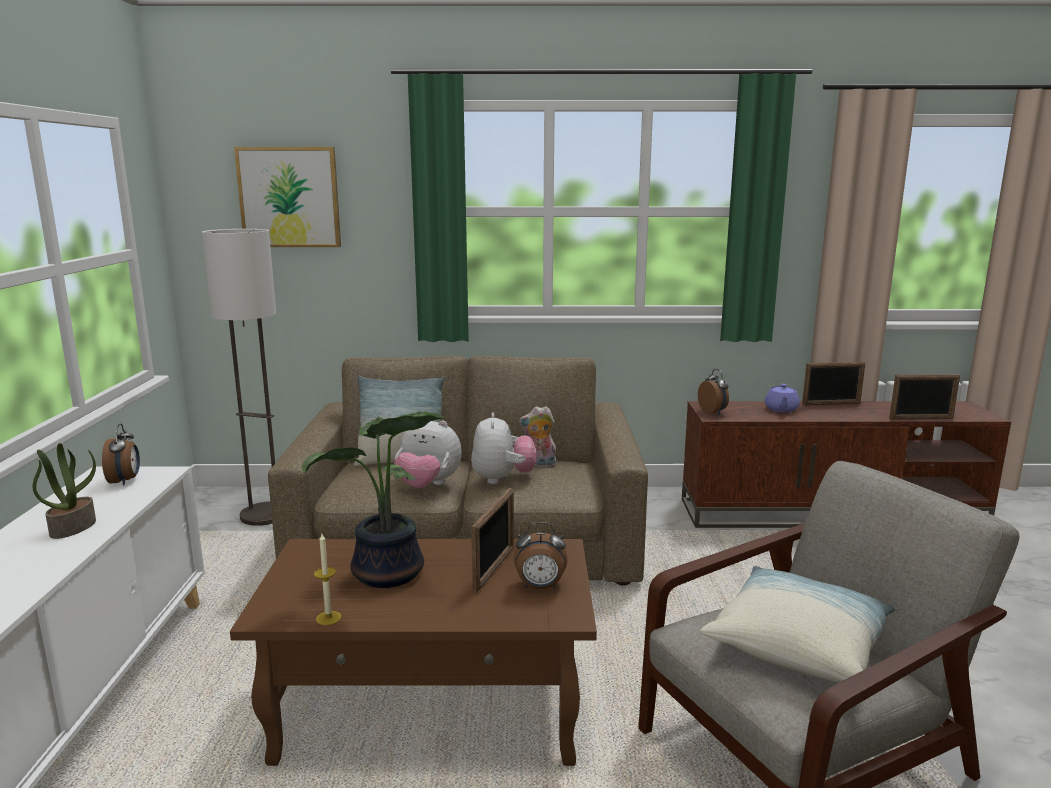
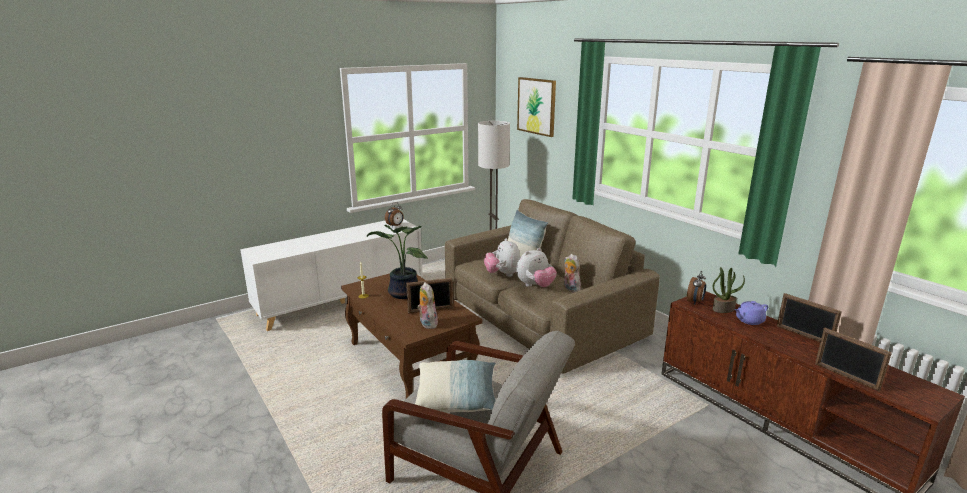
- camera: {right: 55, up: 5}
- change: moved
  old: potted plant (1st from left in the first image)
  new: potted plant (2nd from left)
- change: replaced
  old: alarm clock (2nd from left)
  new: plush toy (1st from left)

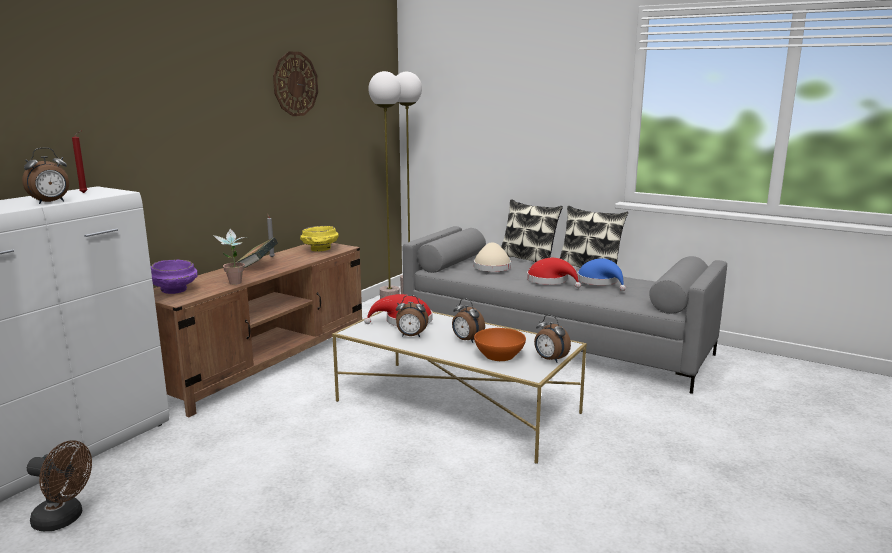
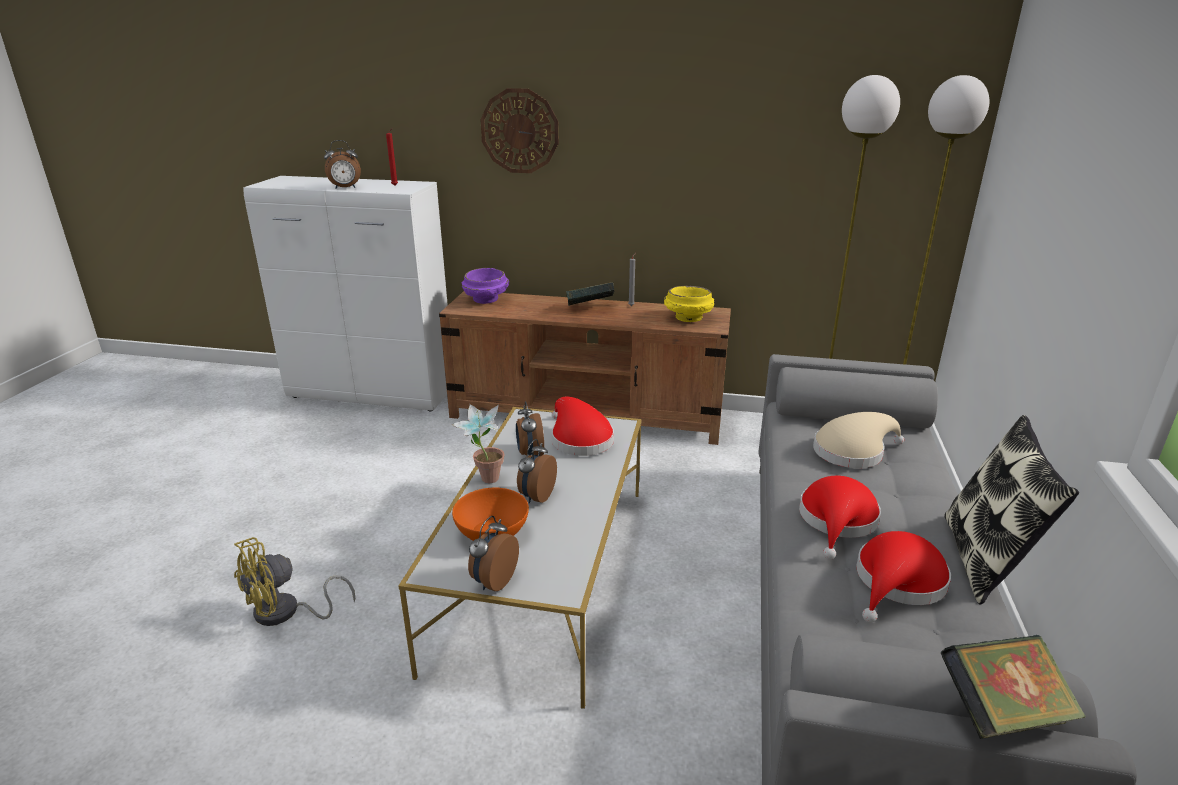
- camera: {right: 70, up: 10}
- change: turned
  old: alarm clock (1st from left)
  degrees: -45
- change: removed
  old: brown fan
- change: moved
  old: potted plant
- change: moved
  old: hanging clock
- change: removed
  old: pillow (1st from left)
- change: recoloured
  old: blue wearable hat
  new: red wearable hat (3rd from left)
- change: added
  new: yellow-coloured fan
- change: added
  new: book (2nd from left)

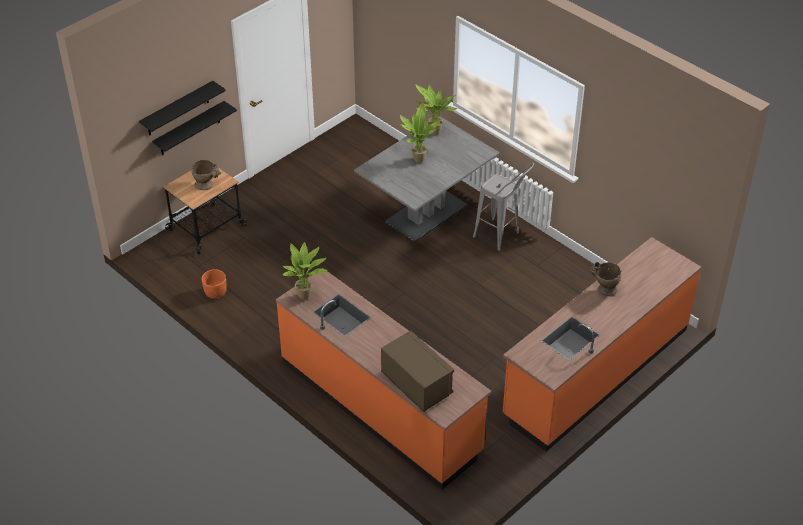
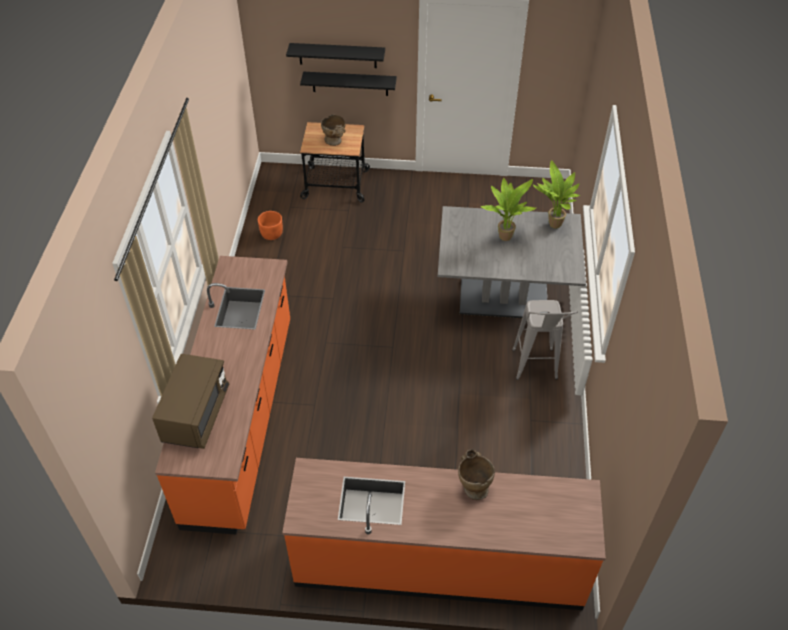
- camera: {right: 50, up: 5}
- change: removed
  old: potted plant (1st from left)

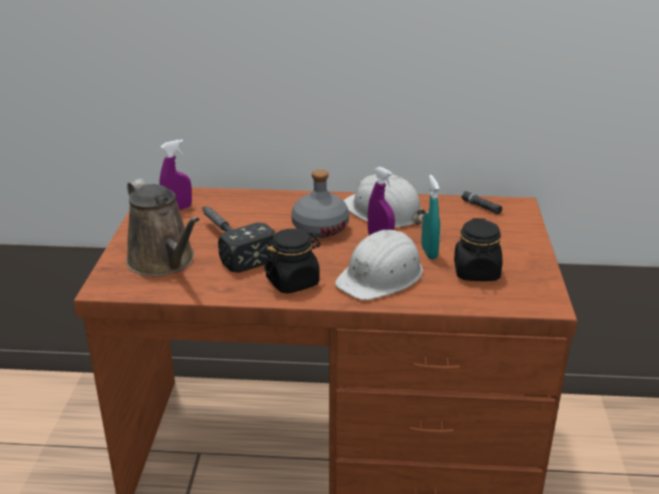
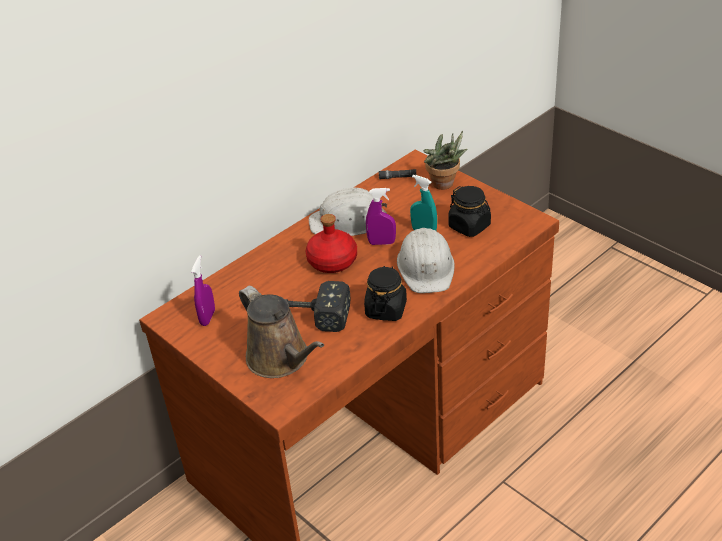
- camera: {right: -45, up: 10}
- change: turned
  old: brown sprinkling can
  degrees: 45
- change: recoloured
  old: grey bottle
  new: red bottle
- change: added
  new: potted plant

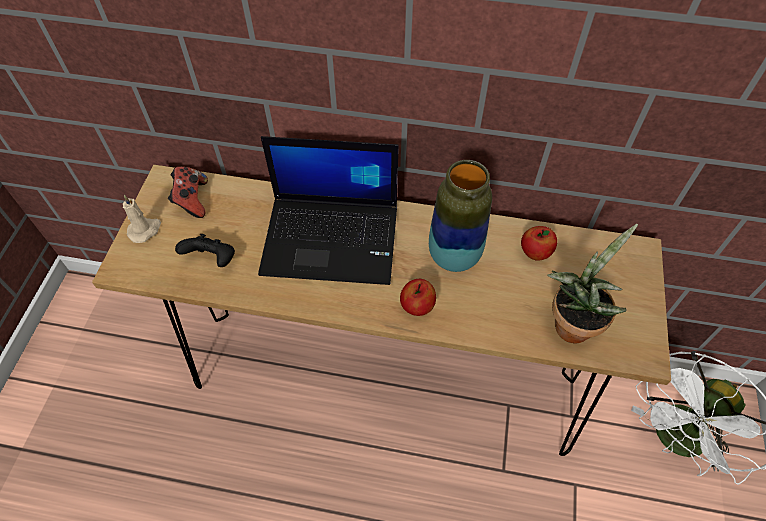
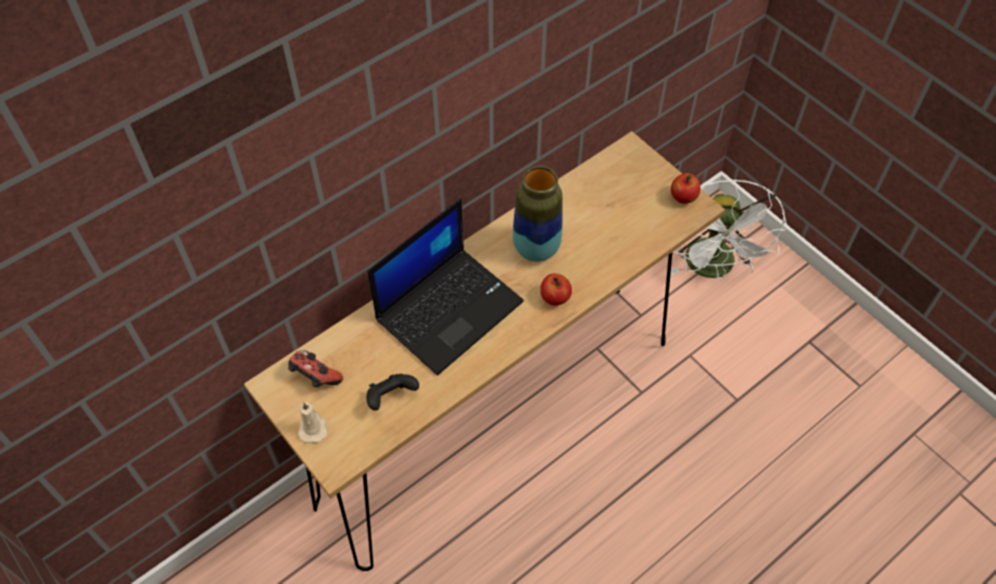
- camera: {right: -50, up: 0}
- change: moved
  old: apple fruit (2nd from left)
- change: removed
  old: potted plant

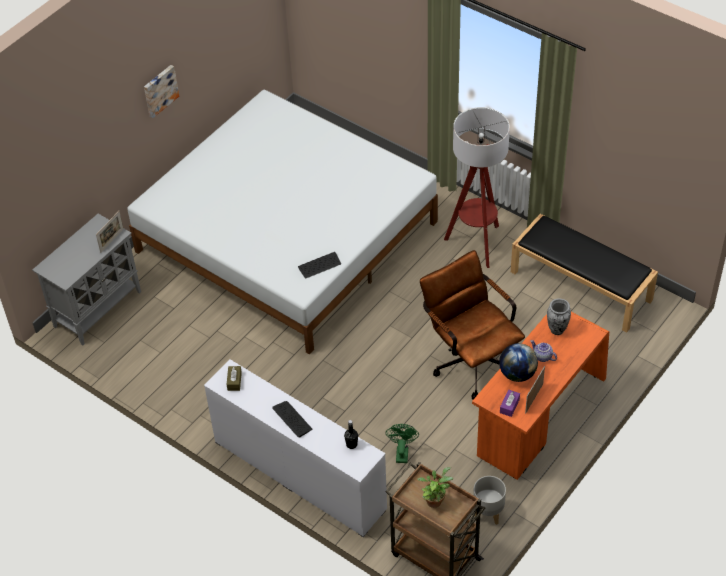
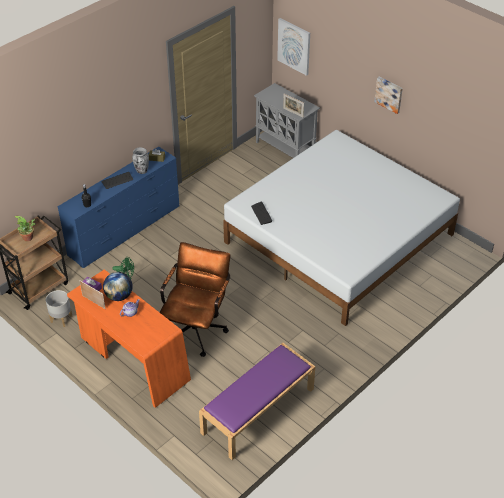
- camera: {right: 95, up: -5}
- change: recoloured
  old: whitish chest of drawers
  new: blue chest of drawers
- change: turned
  old: brown desk chair
  degrees: -45
- change: removed
  old: standing lamp
- change: recoloured
  old: blackish long seat
  new: purplish long seat
- change: moved
  old: vase
- change: added
  new: wall picture (1st from left)

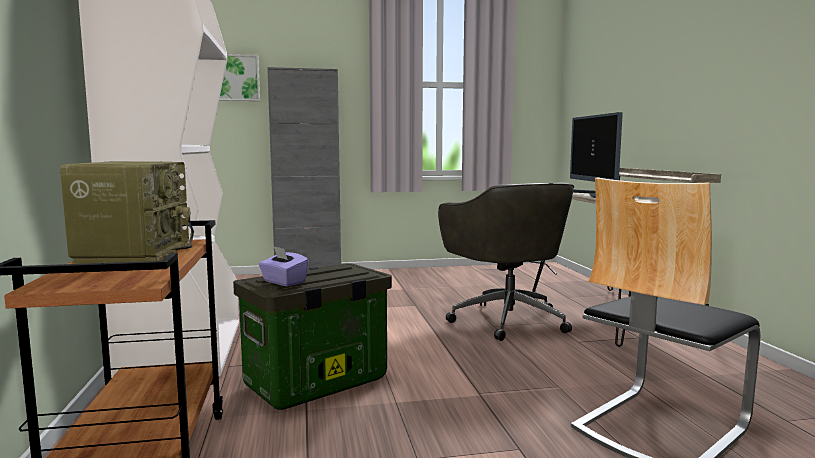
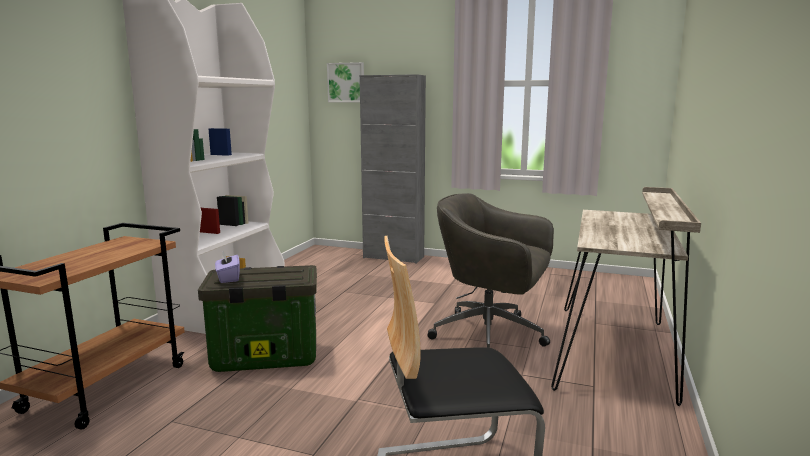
- camera: {right: 30, up: 5}
- change: removed
  old: radio
- change: turned
  old: grey desk chair
  degrees: 105
- change: removed
  old: computer display

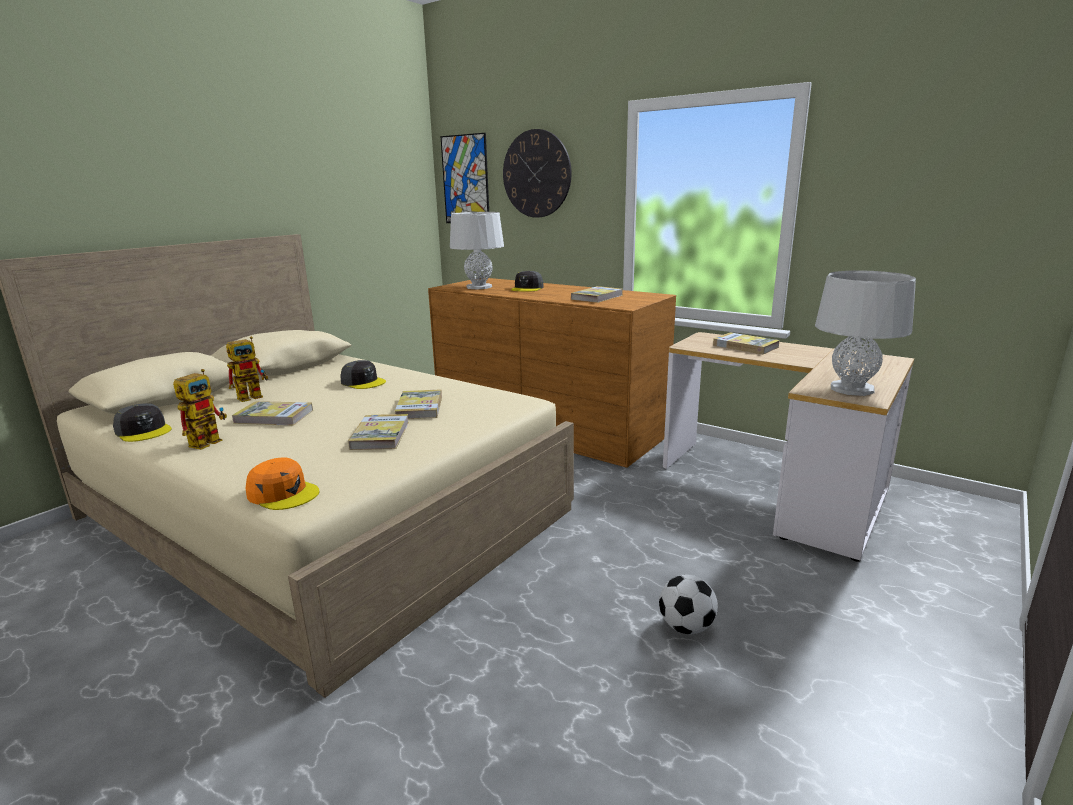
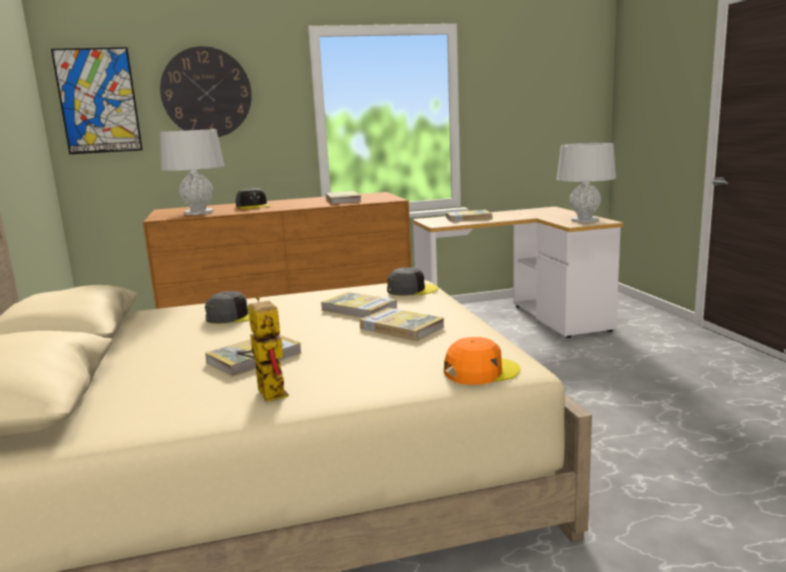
- camera: {right: -50, up: -5}
- change: moved
  old: grey peaked cap (1st from left in the first image)
  new: grey peaked cap (3rd from left)
- change: removed
  old: model robot (2nd from left)
- change: removed
  old: ball for football

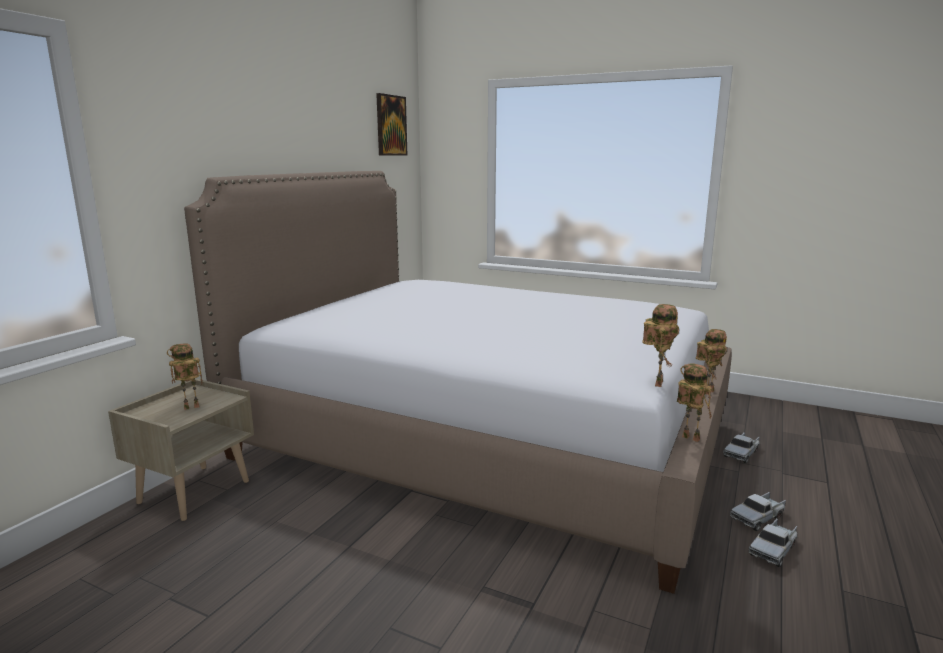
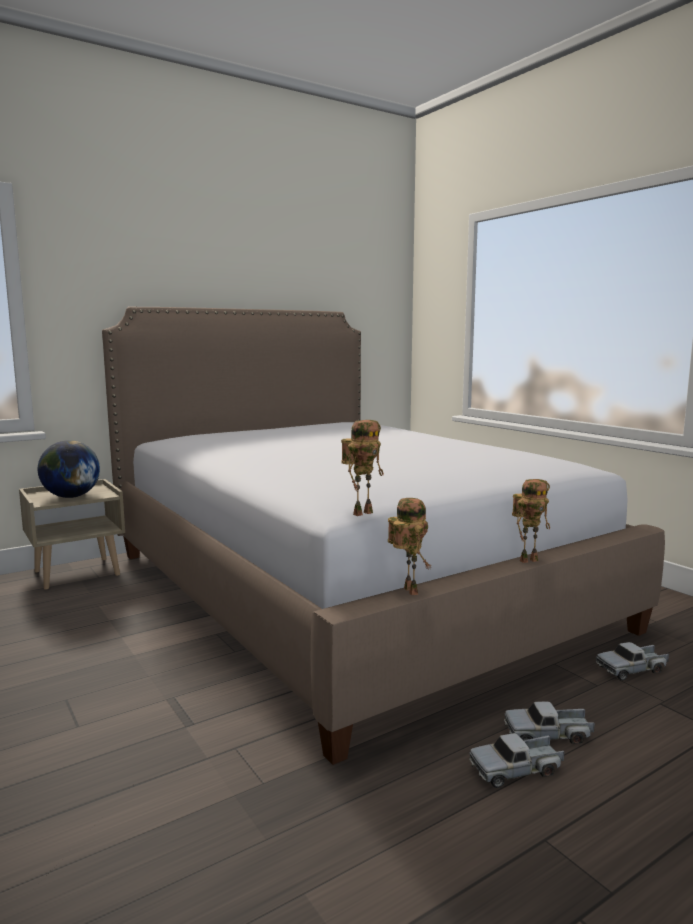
- camera: {right: 30, up: -5}
- change: replaced
  old: model robot (1st from left)
  new: desk globe
- change: removed
  old: wall picture

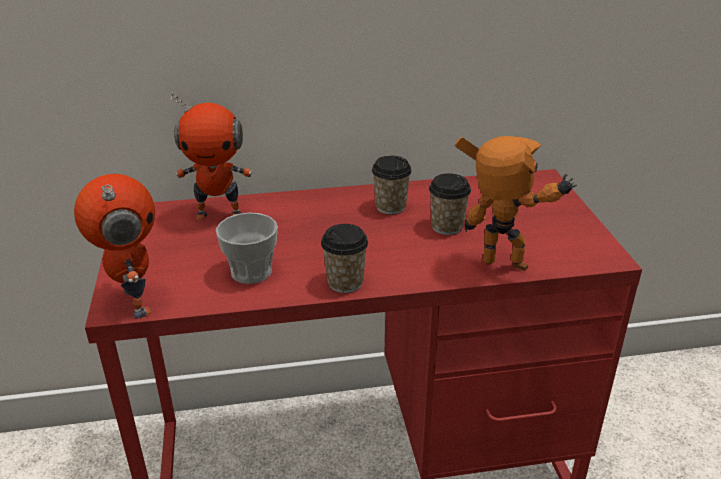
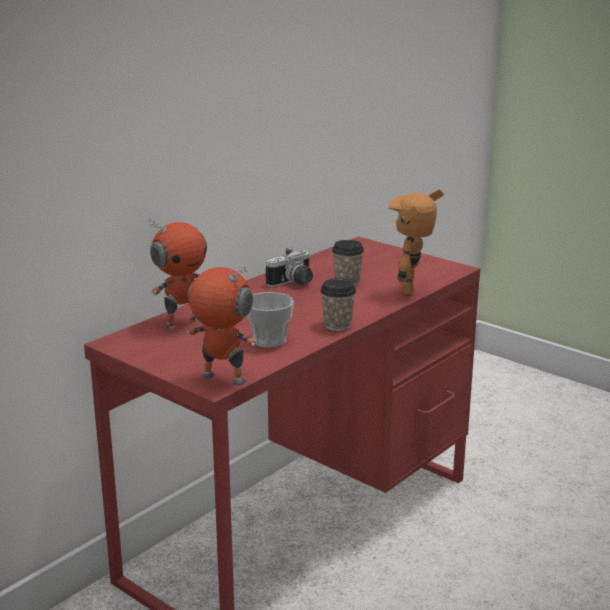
- camera: {right: -40, up: -10}
- change: replaced
  old: cup (3rd from left)
  new: photo camera
- change: turned
  old: model robot (3rd from left)
  degrees: -60

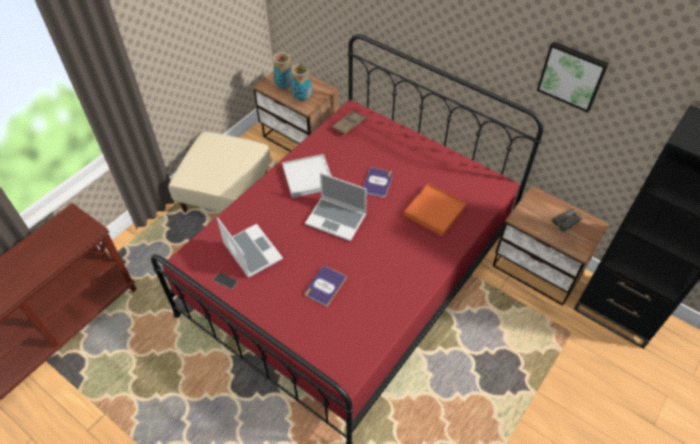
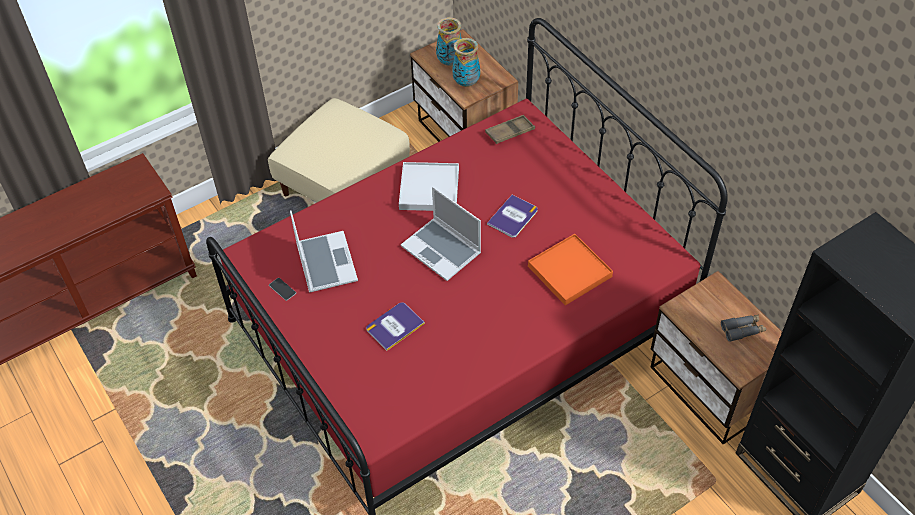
- camera: {right: 20, up: 0}
- change: removed
  old: wall picture

